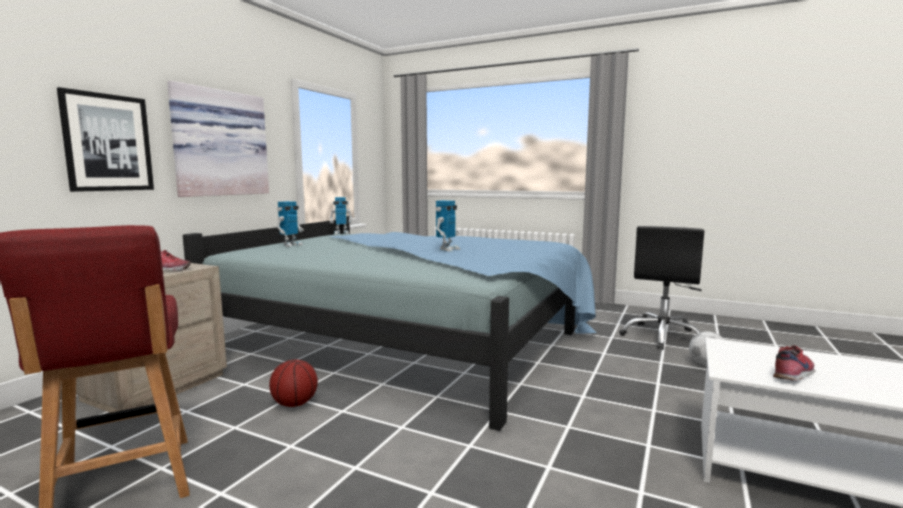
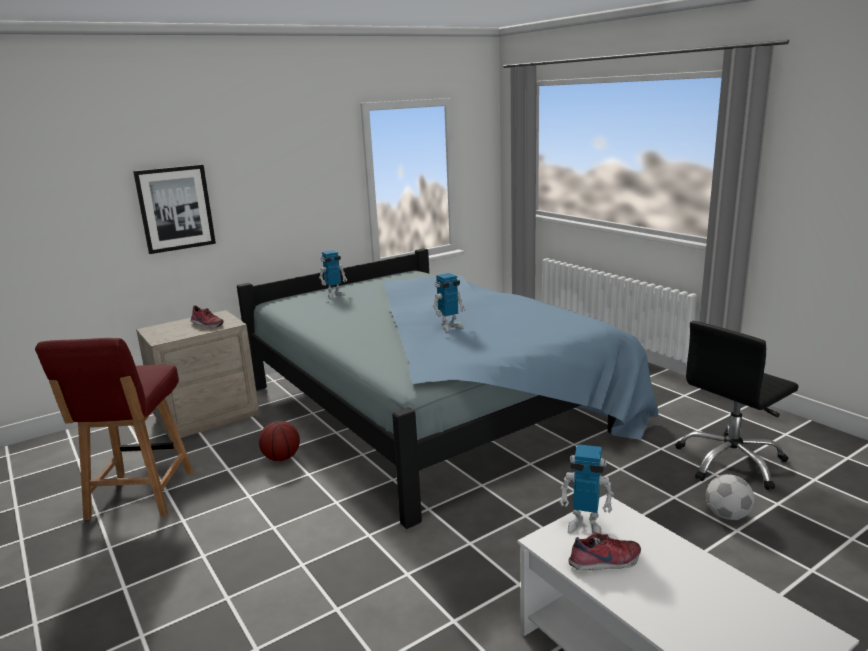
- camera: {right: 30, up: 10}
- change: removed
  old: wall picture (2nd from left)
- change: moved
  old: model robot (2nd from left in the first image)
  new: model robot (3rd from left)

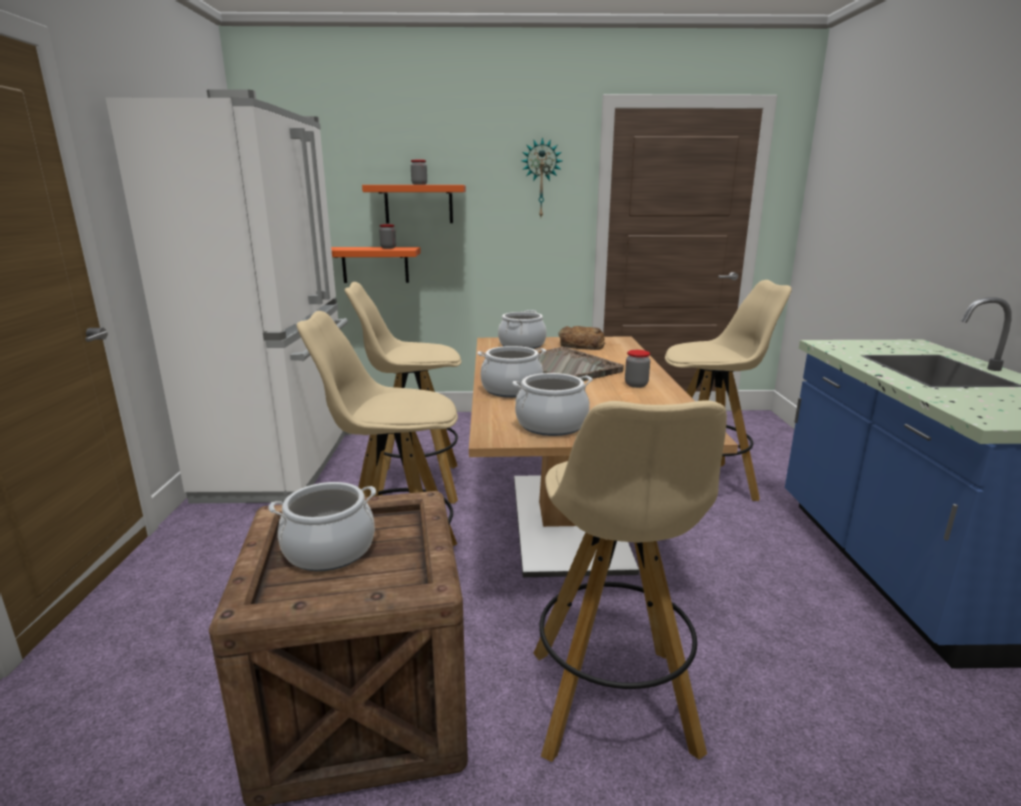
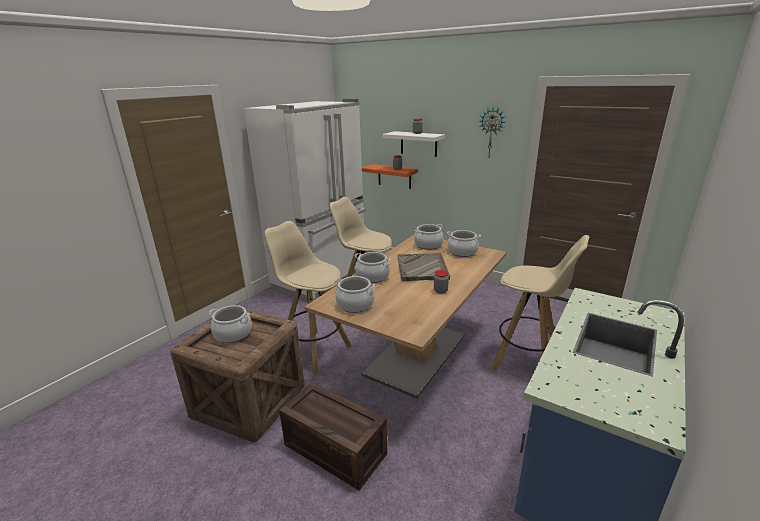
- camera: {right: 35, up: 5}
- change: recoloured
  old: orange wall shelf (2nd from left)
  new: whitish wall shelf
- change: replaced
  old: sand-coloured stool seat (3rd from left)
  new: crate (2nd from left)
- change: replaced
  old: bread
  new: stockpot (5th from left)

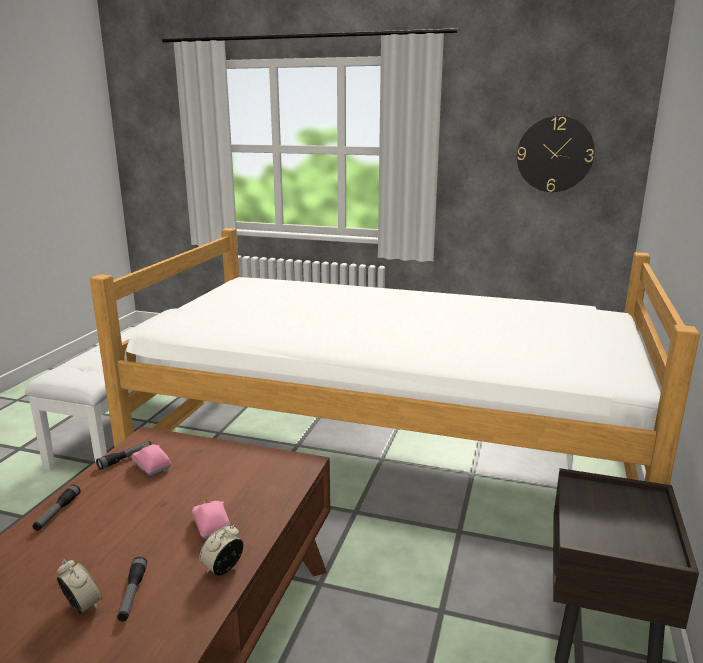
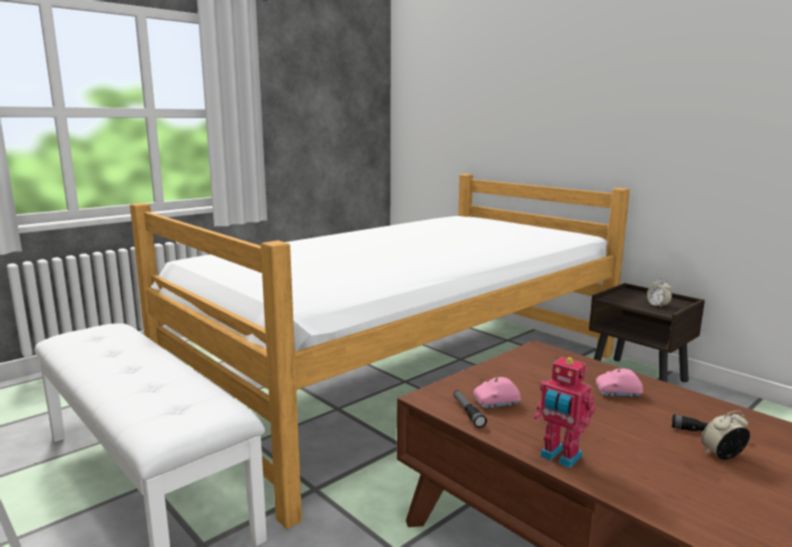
- camera: {right: -60, up: -5}
- change: replaced
  old: hand torch (1st from left)
  new: model robot
- change: moved
  old: alarm clock (2nd from left in the first image)
  new: alarm clock (1st from left)
- change: removed
  old: hanging clock

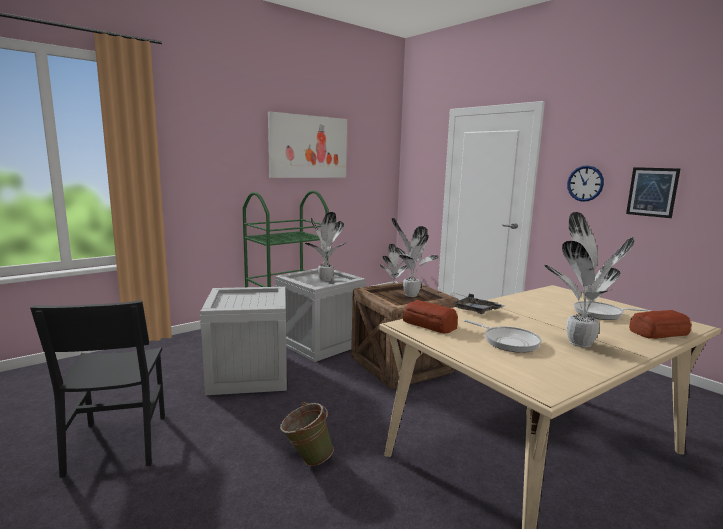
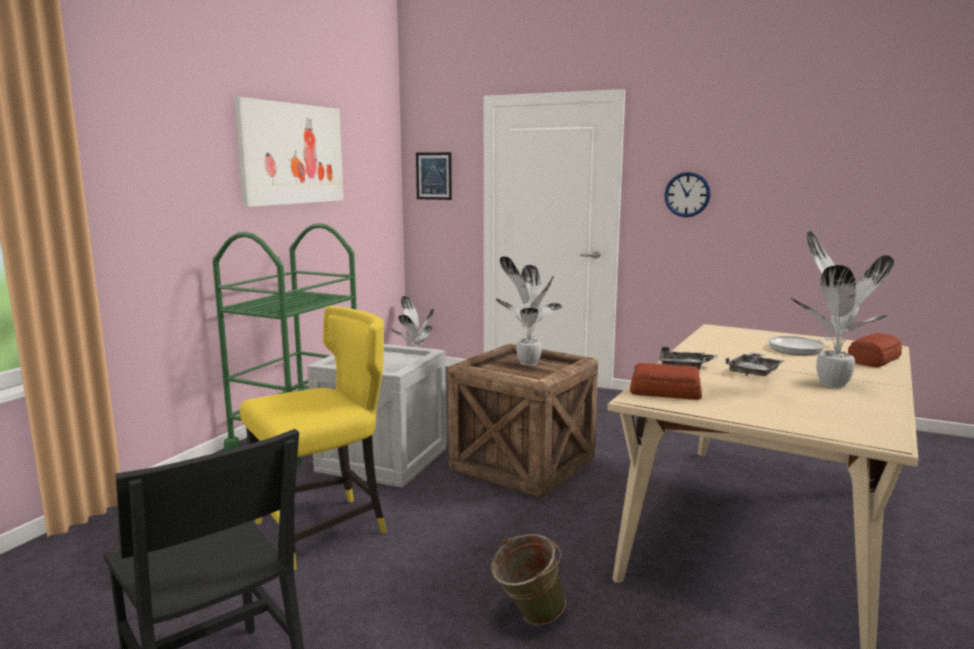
- camera: {right: -25, up: 0}
- change: replaced
  old: crate (1st from left)
  new: yellow-coloured chair
- change: removed
  old: potted plant (1st from left)
- change: removed
  old: skillet (1st from left)
- change: moved
  old: wall picture (2nd from left)
- change: added
  new: grey tray (2nd from left)

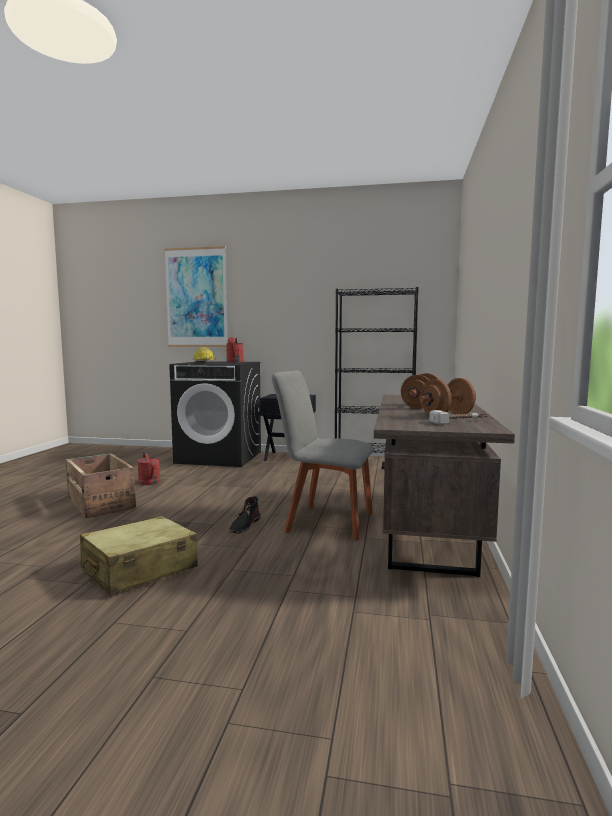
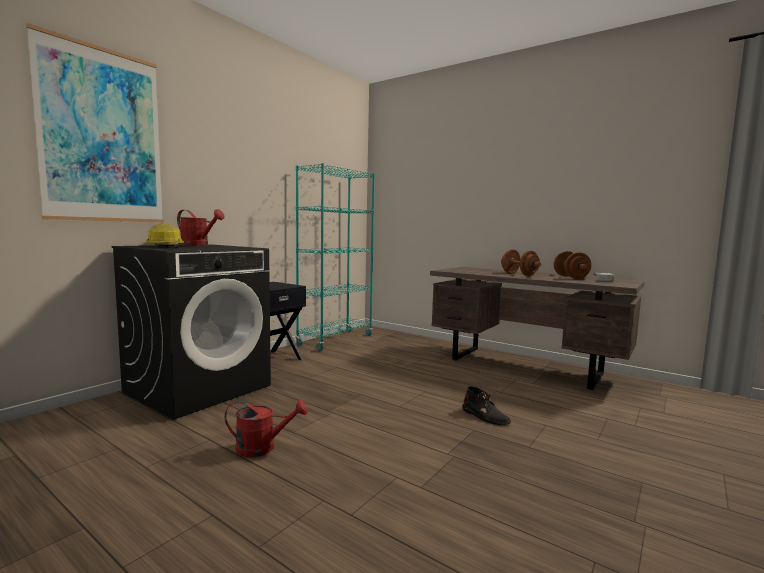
- camera: {right: -65, up: 0}
- change: removed
  old: crate
- change: removed
  old: sand-coloured travel case
- change: removed
  old: grey chair
- change: recoloured
  old: blackish shelving unit
  new: blue-green shelving unit

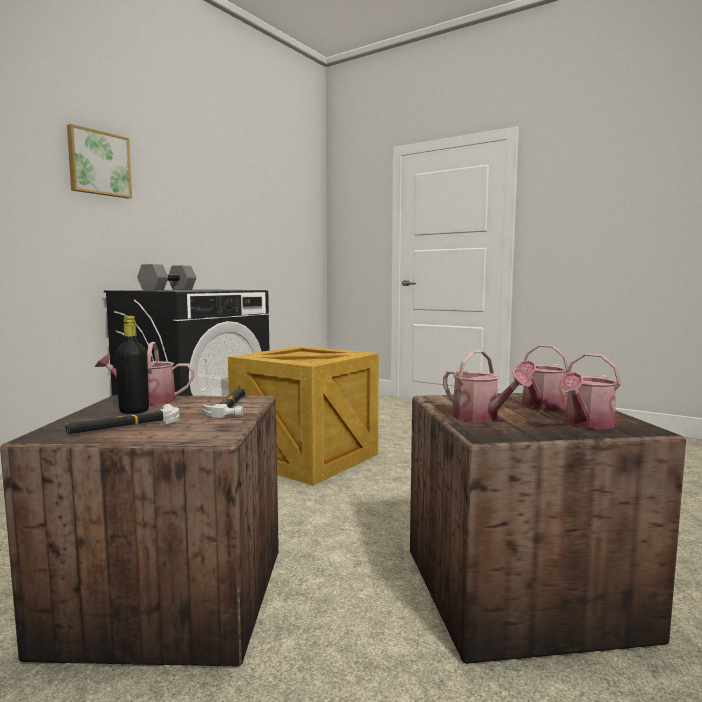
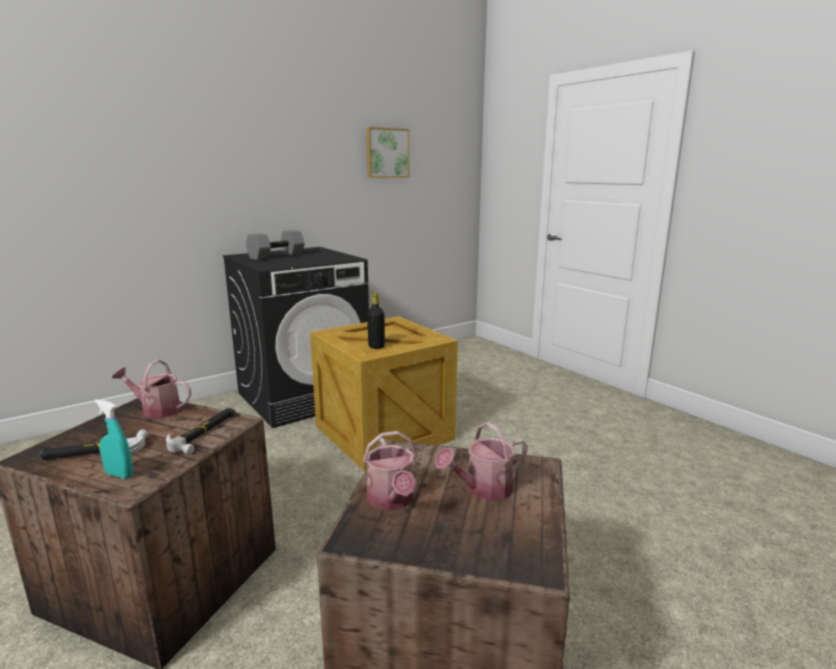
- camera: {right: 20, up: 10}
- change: moved
  old: wall picture
- change: moved
  old: blackish bottle
- change: removed
  old: sprinkling can (4th from left)
- change: added
  new: blue-green hand sprayer

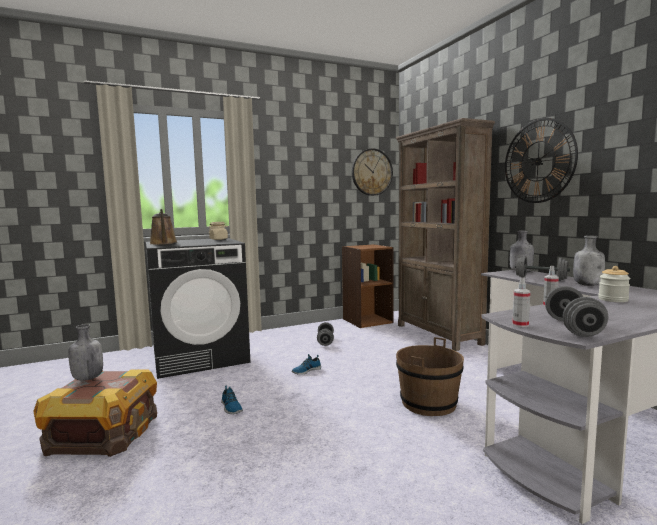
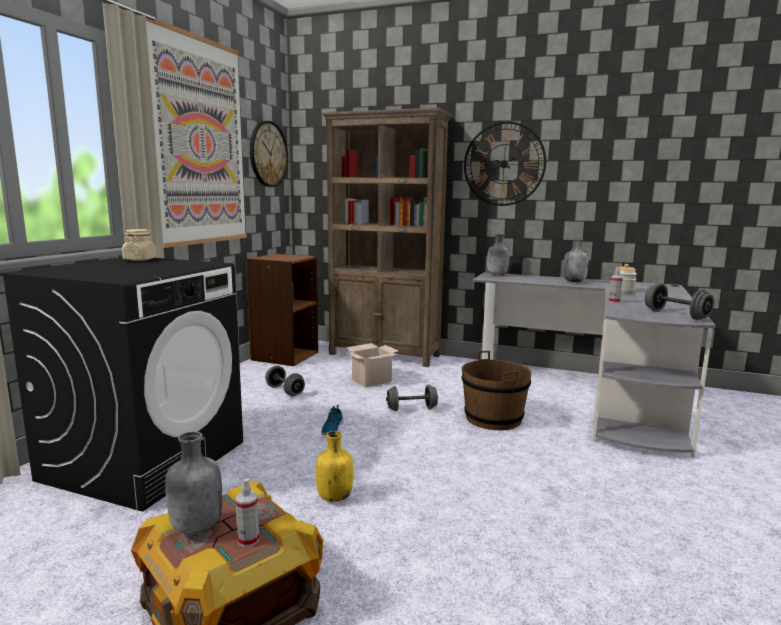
- camera: {right: -45, up: 5}
- change: removed
  old: brown sprinkling can
- change: replaced
  old: low shoe (1st from left)
  new: yellow-coloured bottle
- change: moved
  old: hand sprayer (1st from left)
- change: moved
  old: grey dumbbell (2nd from left)
- change: added
  new: wall picture
- change: added
  new: cardboard box

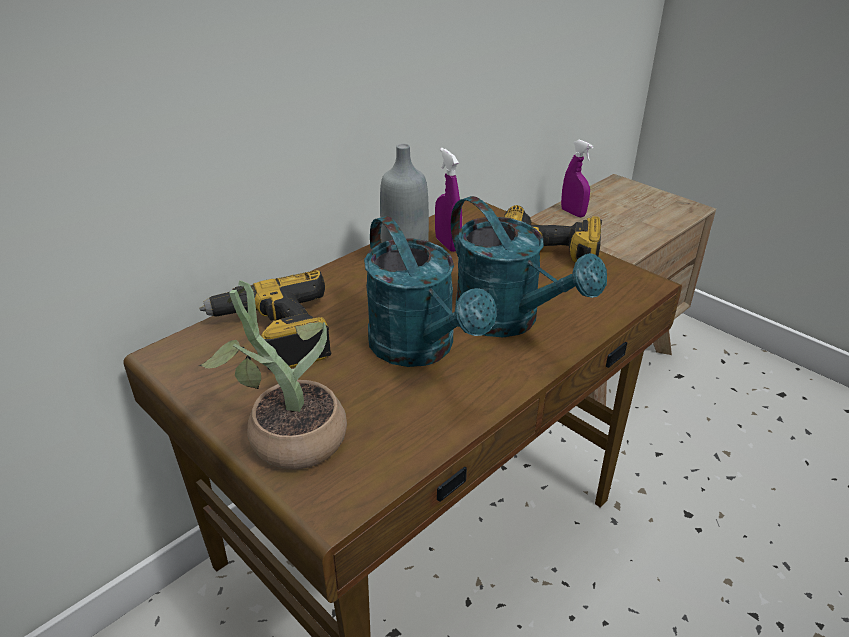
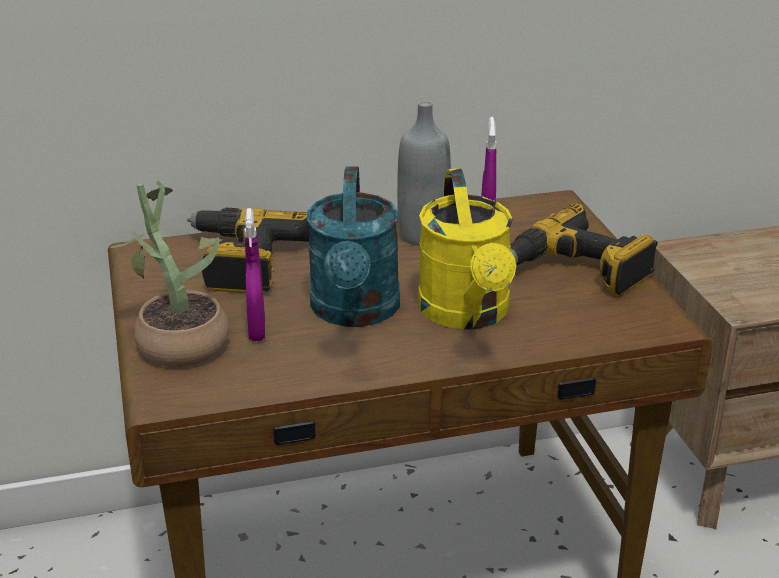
- camera: {right: 30, up: -5}
- change: recoloured
  old: blue-green sprinkling can (2nd from left)
  new: yellow-coloured sprinkling can
- change: moved
  old: purplish hand sprayer (2nd from left in the first image)
  new: purplish hand sprayer (1st from left)

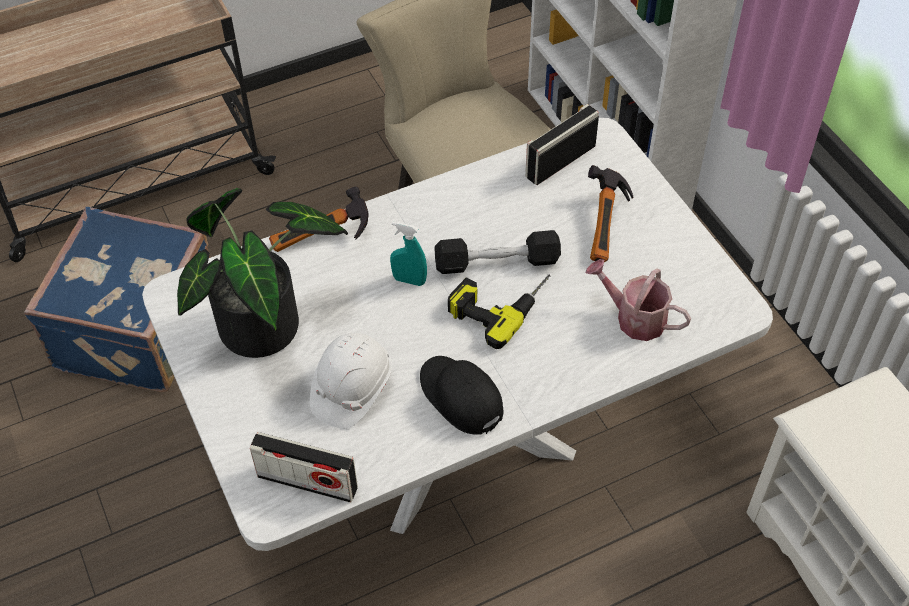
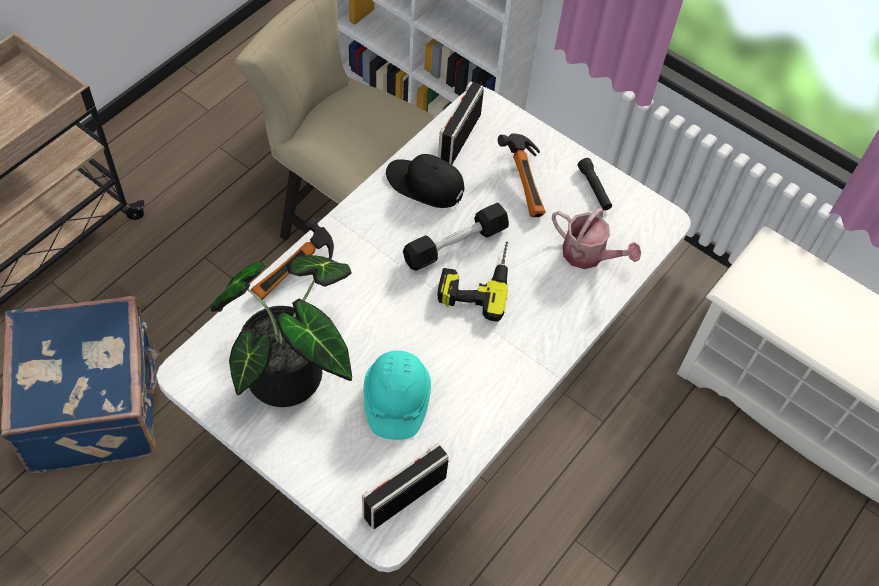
- camera: {right: -30, up: 5}
- change: turned
  old: radio (1st from left)
  degrees: 150
- change: recoloured
  old: whitish work helmet
  new: blue-green work helmet
- change: removed
  old: blue-green hand sprayer
- change: moved
  old: blackish peaked cap
- change: turned
  old: sprinkling can
  degrees: -150
- change: added
  new: blackish hand torch

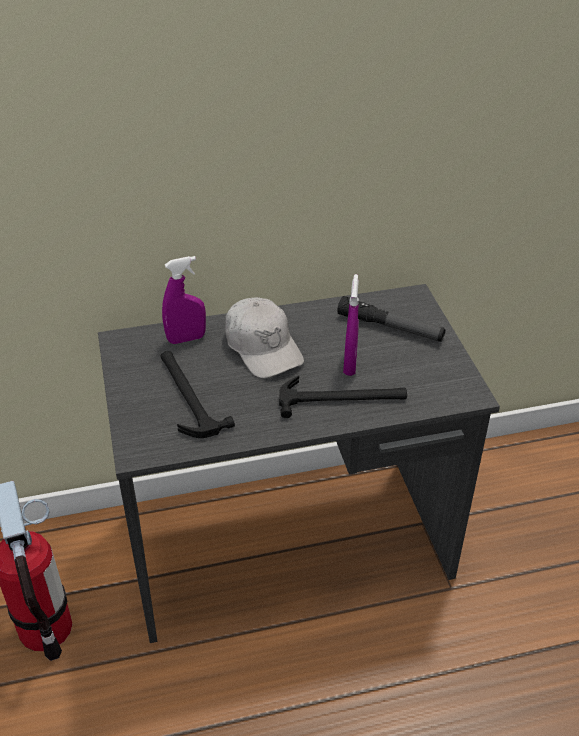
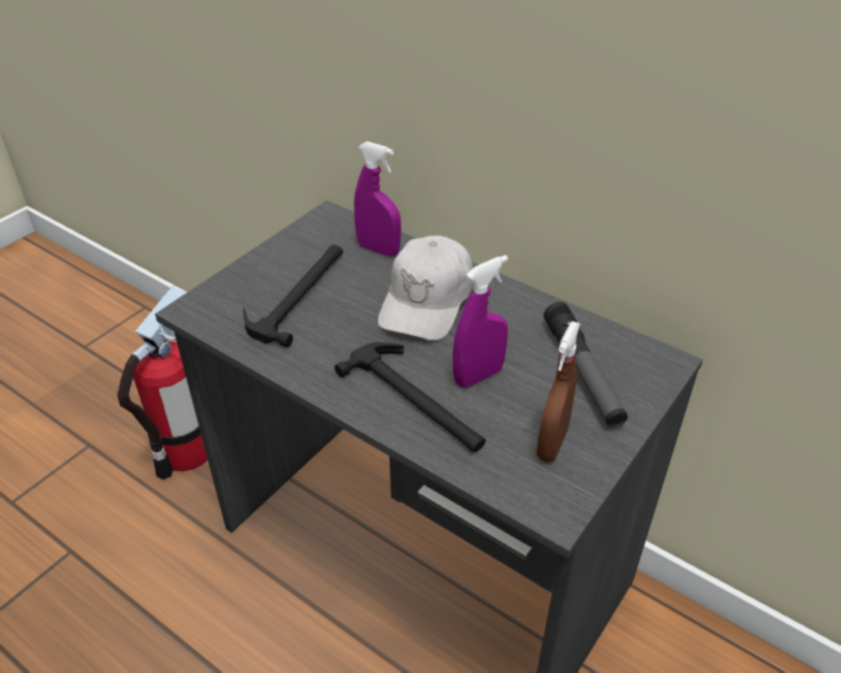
- camera: {right: 50, up: 0}
- change: added
  new: brown hand sprayer

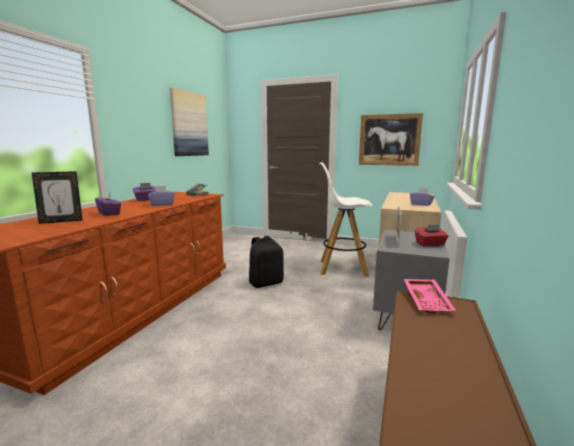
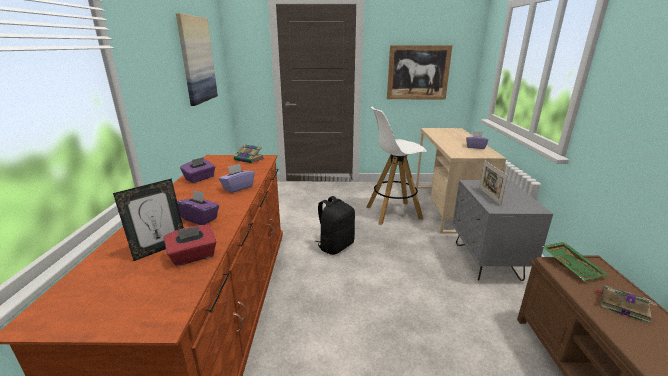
- camera: {right: -20, up: 10}
- change: recoloured
  old: pink tray
  new: green tray
- change: moved
  old: red tissue box
- change: added
  new: book (2nd from left)

